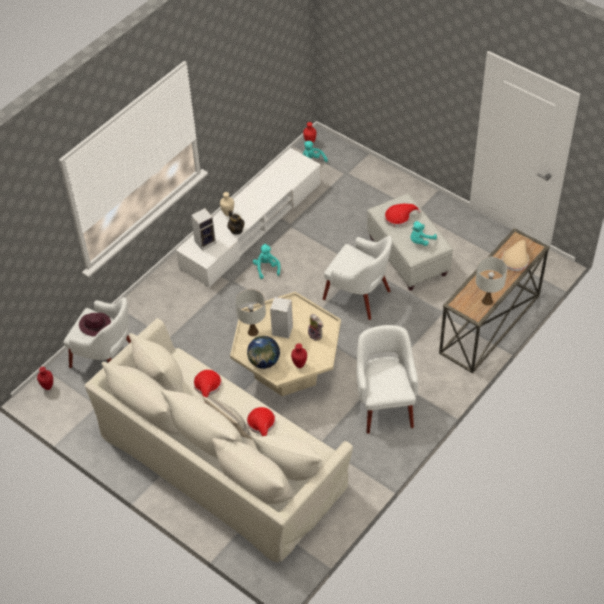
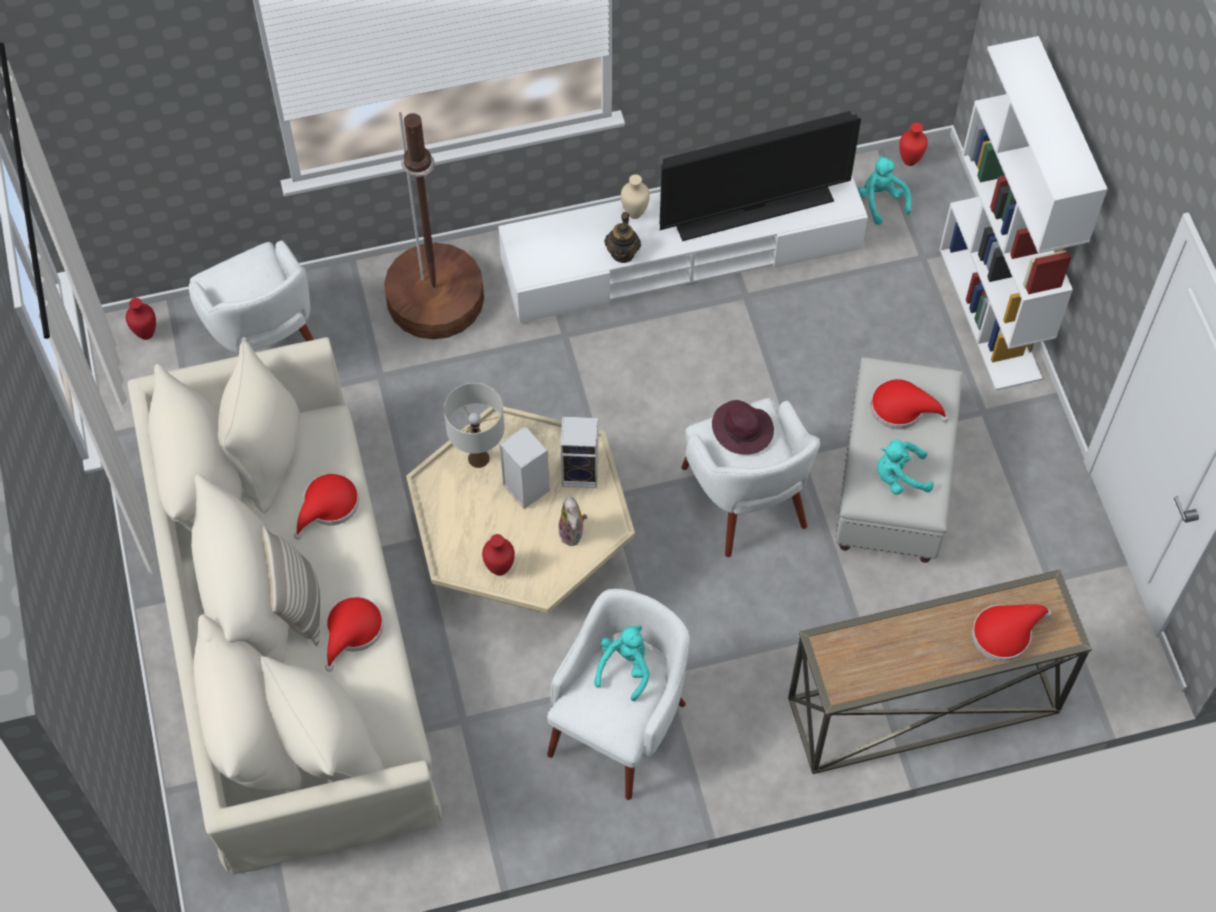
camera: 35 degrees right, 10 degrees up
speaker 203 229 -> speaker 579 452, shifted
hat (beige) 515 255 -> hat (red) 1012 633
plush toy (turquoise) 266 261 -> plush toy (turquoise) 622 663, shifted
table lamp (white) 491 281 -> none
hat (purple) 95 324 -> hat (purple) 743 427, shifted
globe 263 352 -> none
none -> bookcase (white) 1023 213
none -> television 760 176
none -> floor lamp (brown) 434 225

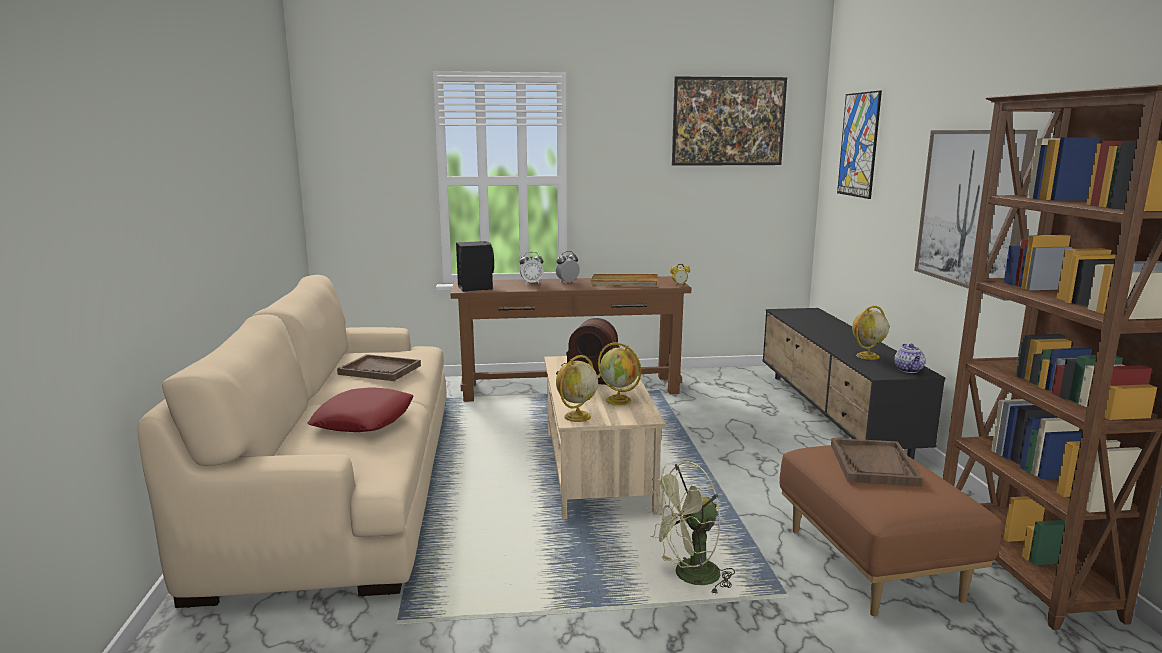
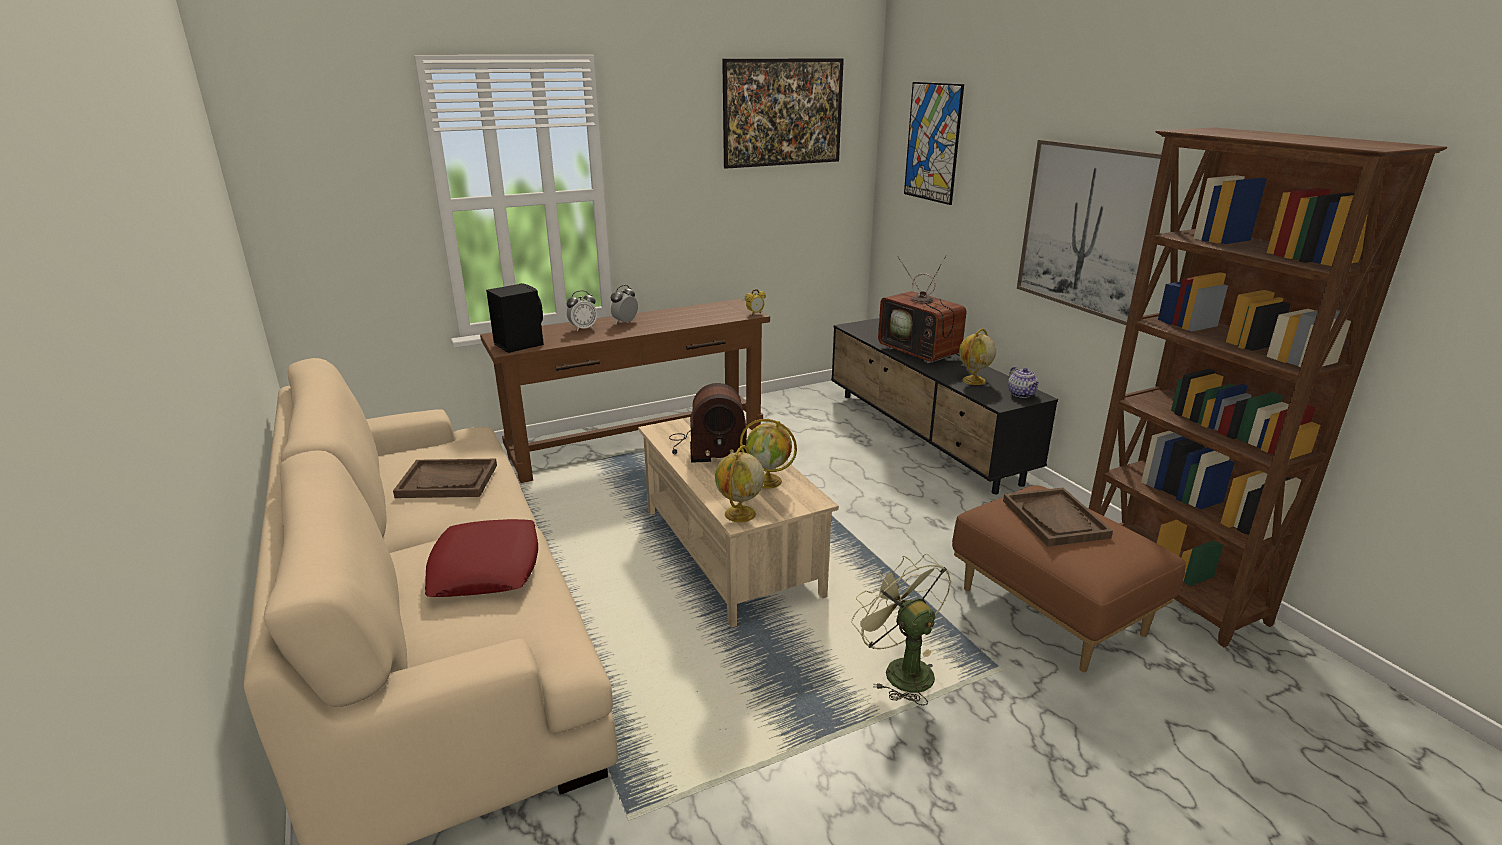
camera: 20 degrees left, 10 degrees up
tray (beige) 624 279 -> none
fan (green) 690 528 -> fan (green) 901 630, 105 degrees clockwise
none -> television 922 310

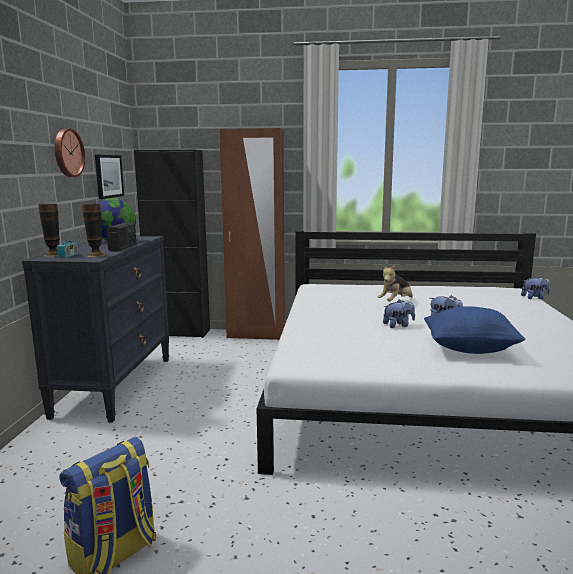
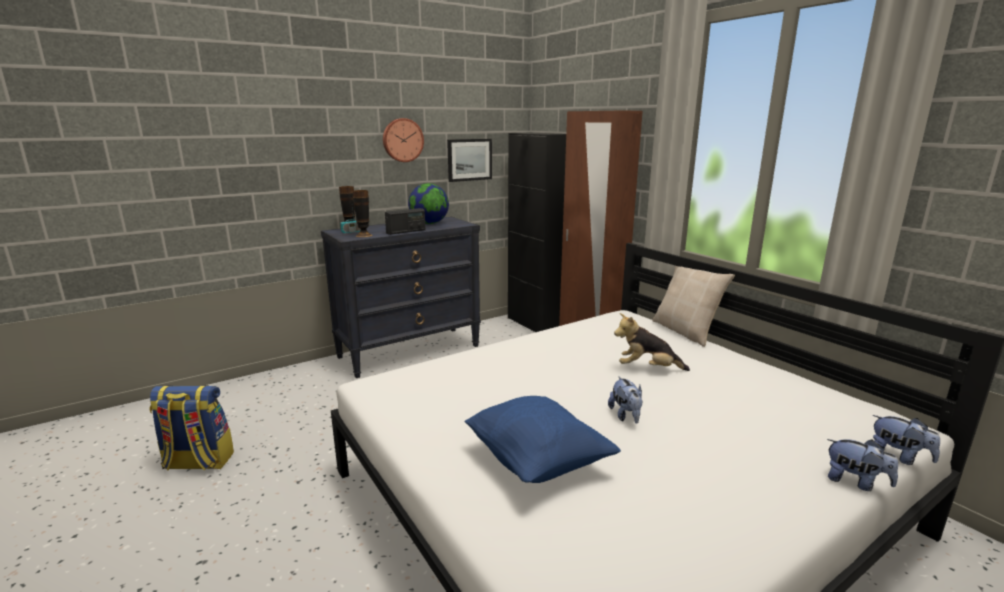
camera: 50 degrees right, 5 degrees up
plush toy 399 313 -> plush toy 862 465, shifted
none -> pillow (beige) 693 306

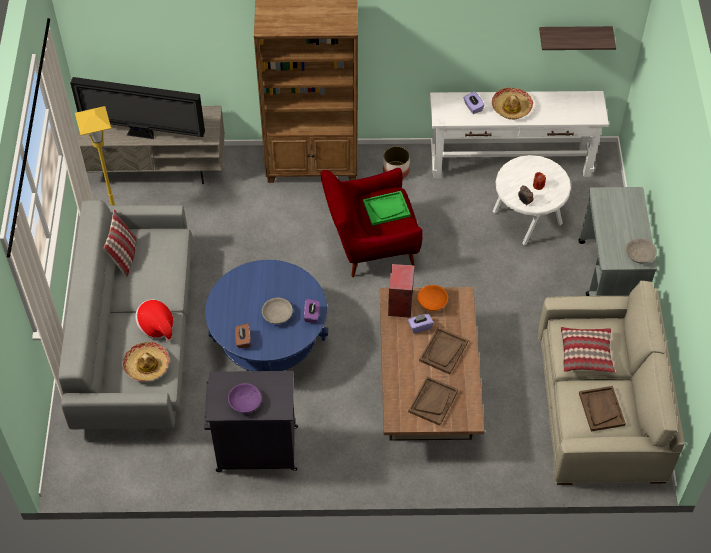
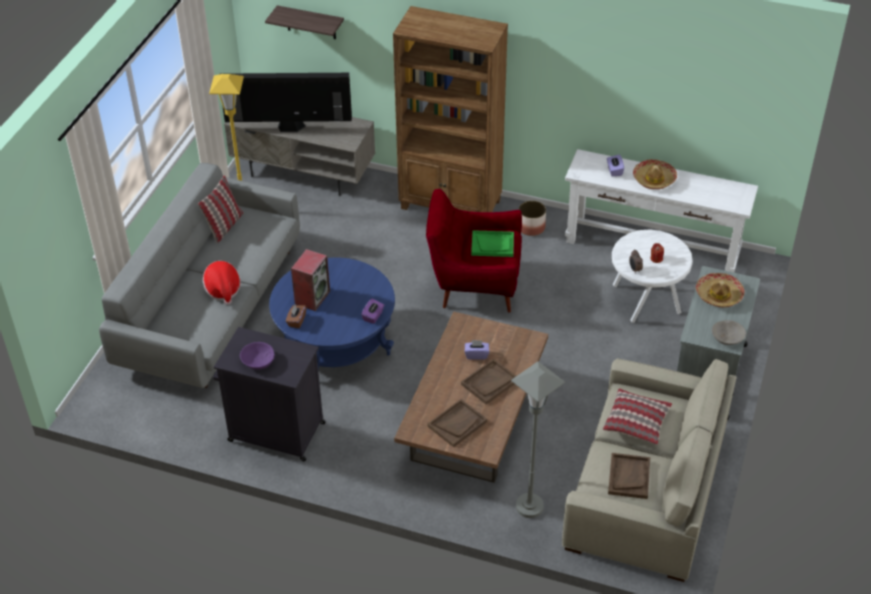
camera: 20 degrees right, 10 degrees down
shelf 577 38 -> shelf 304 22, shifted
television 137 108 -> television 287 102, 150 degrees clockwise
speaker 401 291 -> speaker 310 280, shifted
bowl (orange) 433 298 -> none
bowl (grey) 277 311 -> none
hat 146 361 -> hat 720 290, shifted
none -> floor lamp (grey) 538 439

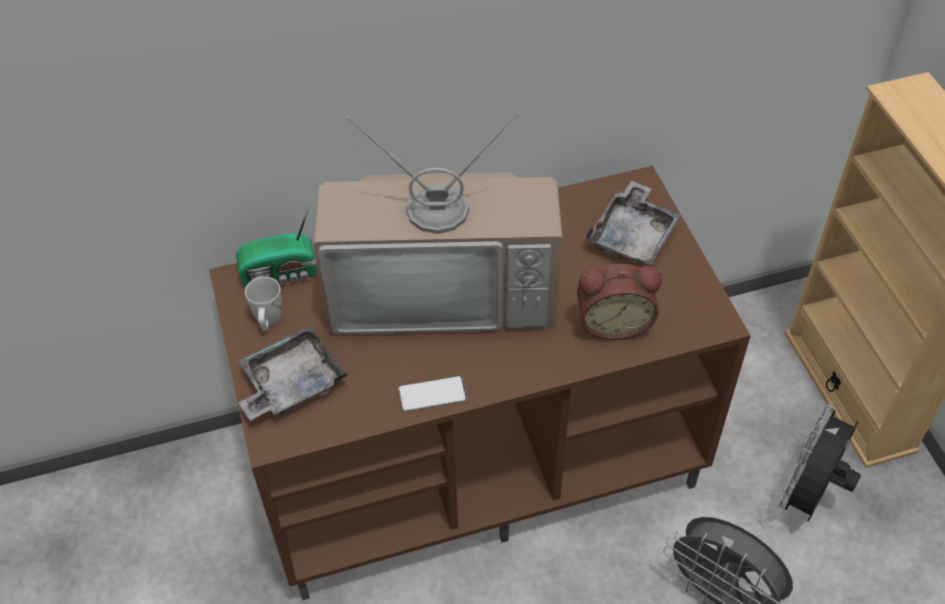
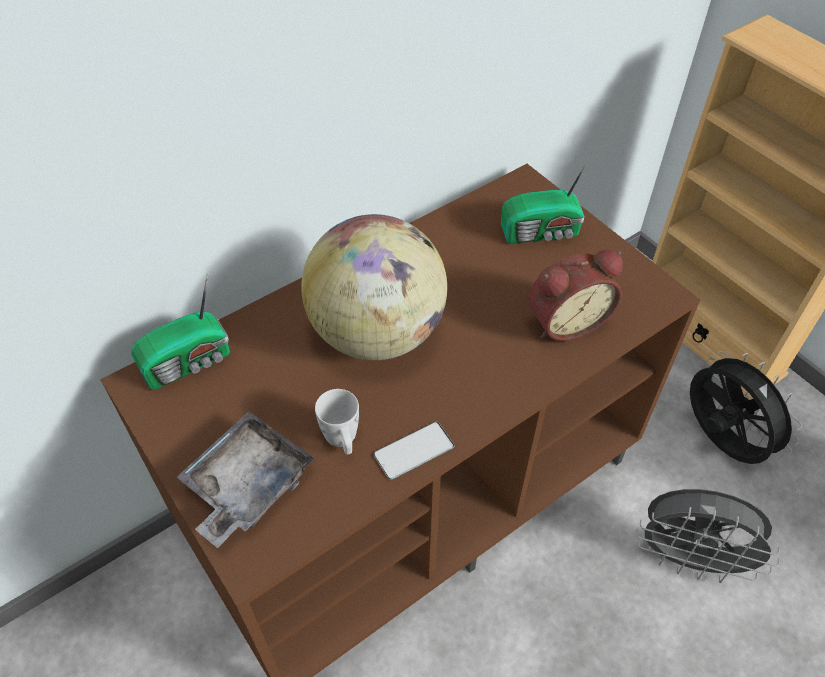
camera: 20 degrees left, 0 degrees up
television 438 223 -> globe 374 287
tray (grey) 634 223 -> radio 545 201
mug (white) 263 303 -> mug (white) 337 422, shifted
fan (black) 818 462 -> fan (black) 746 407, 135 degrees clockwise

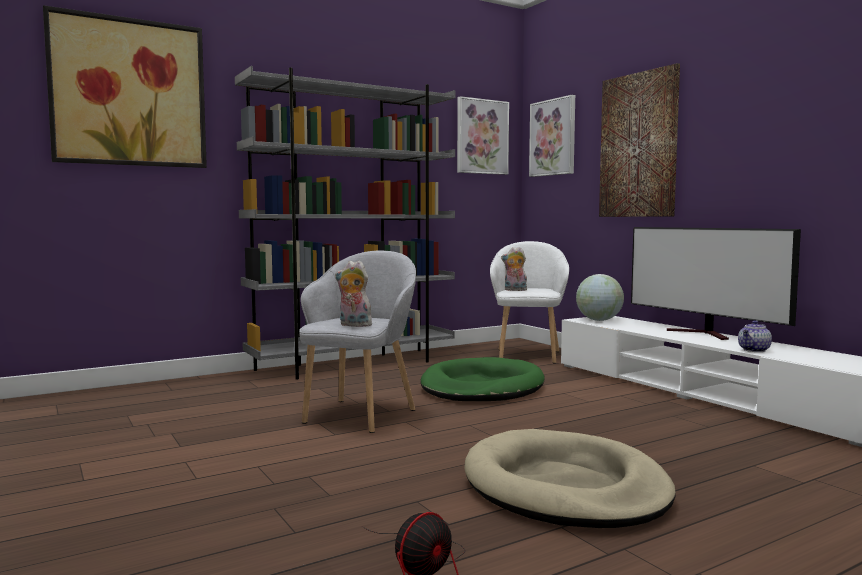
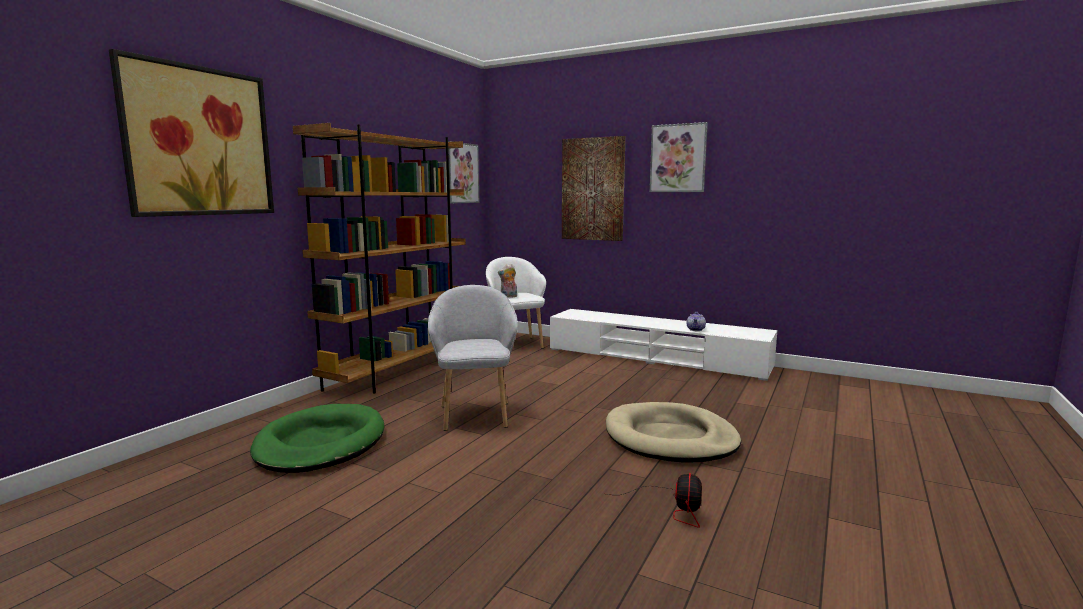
camera: 30 degrees left, 5 degrees up
bookcase (grey) 345 223 -> bookcase (brown) 379 258
picture 552 136 -> picture 679 157, shifted
television 716 283 -> none
plush toy 353 294 -> none
globe 600 297 -> none
dog bed (green) 482 379 -> dog bed (green) 317 438, shifted

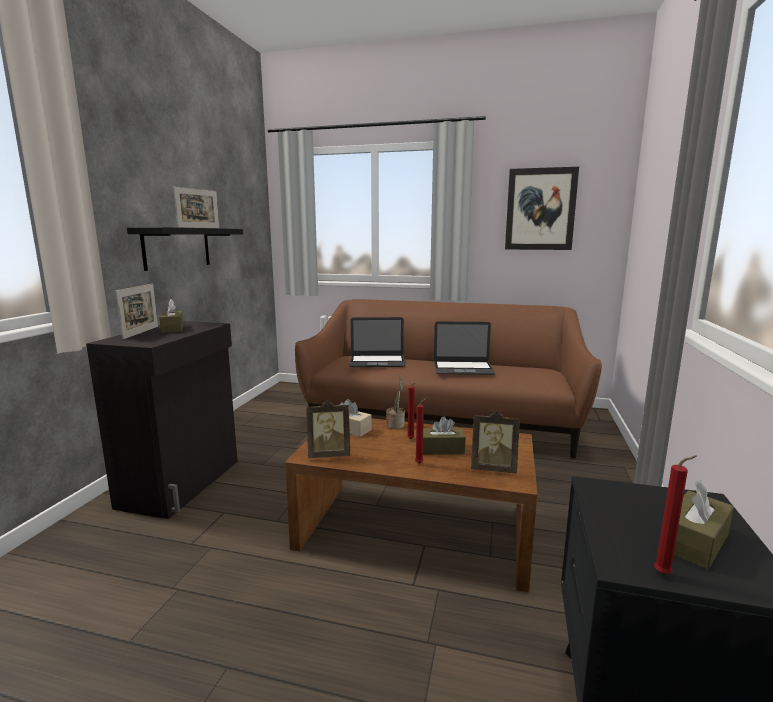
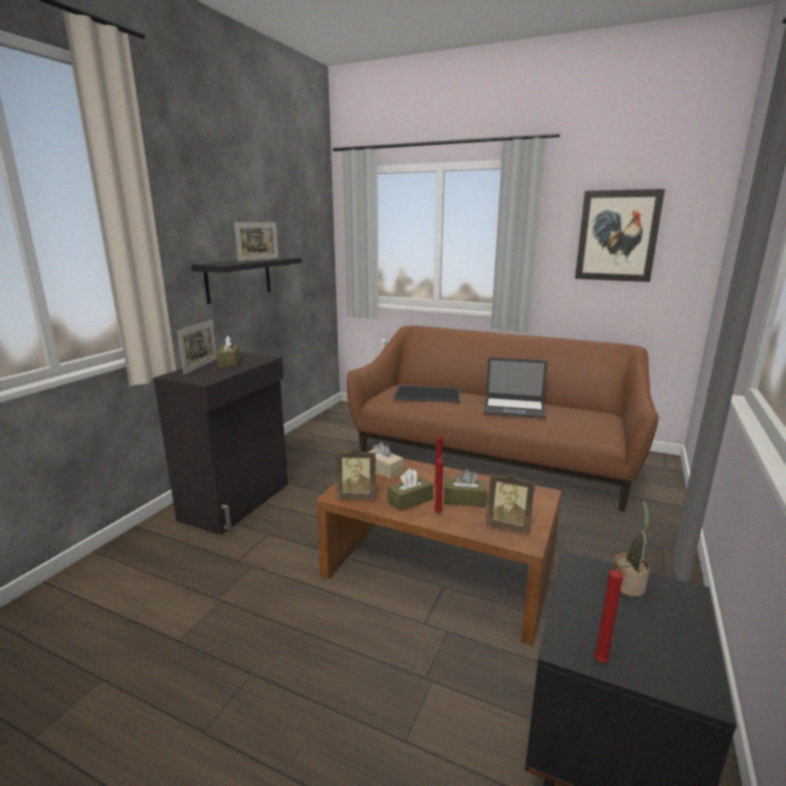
camera: 10 degrees right, 5 degrees up
laptop 377 342 -> tray 427 394
potted plant 395 401 -> potted plant 632 549, shifted
tissue box (brown) 704 525 -> tissue box (brown) 410 490, shifted

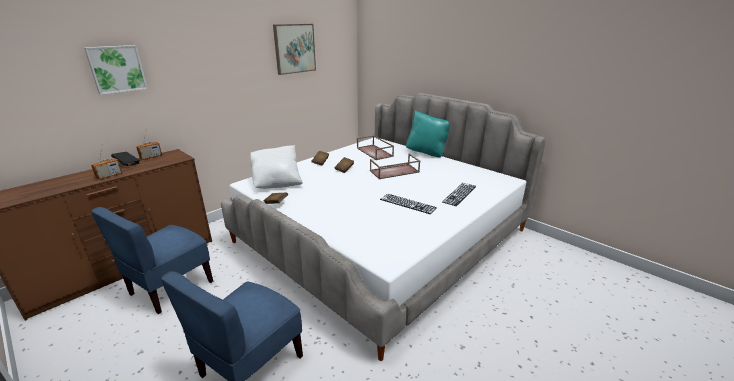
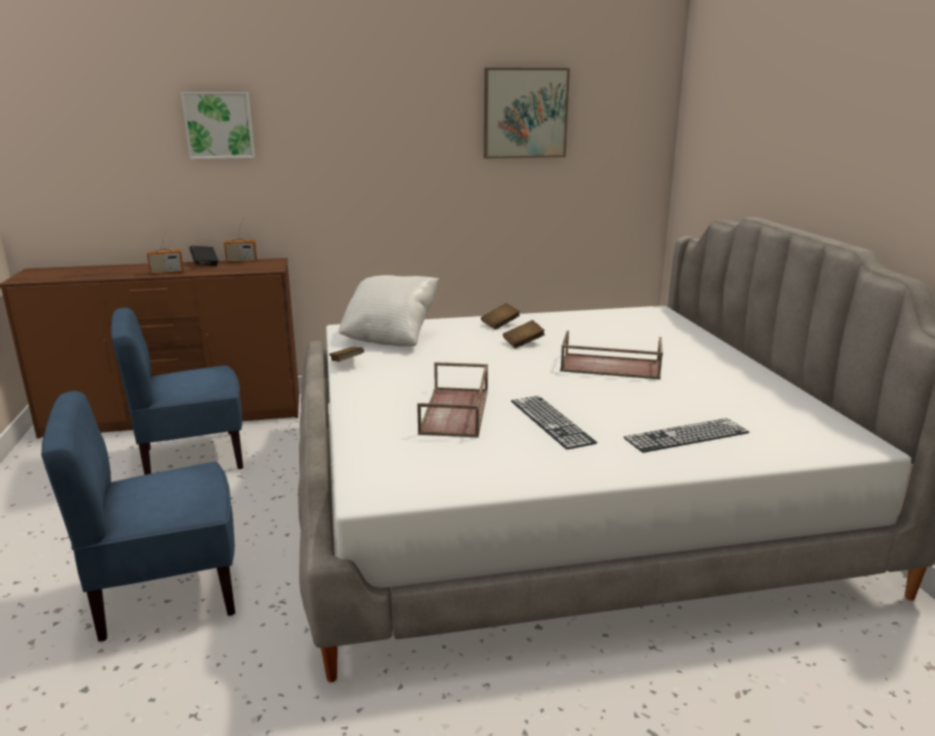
camera: 35 degrees right, 5 degrees down
pillow (turquoise) 427 134 -> none
tray (brown) 375 147 -> tray (brown) 452 400, shifted

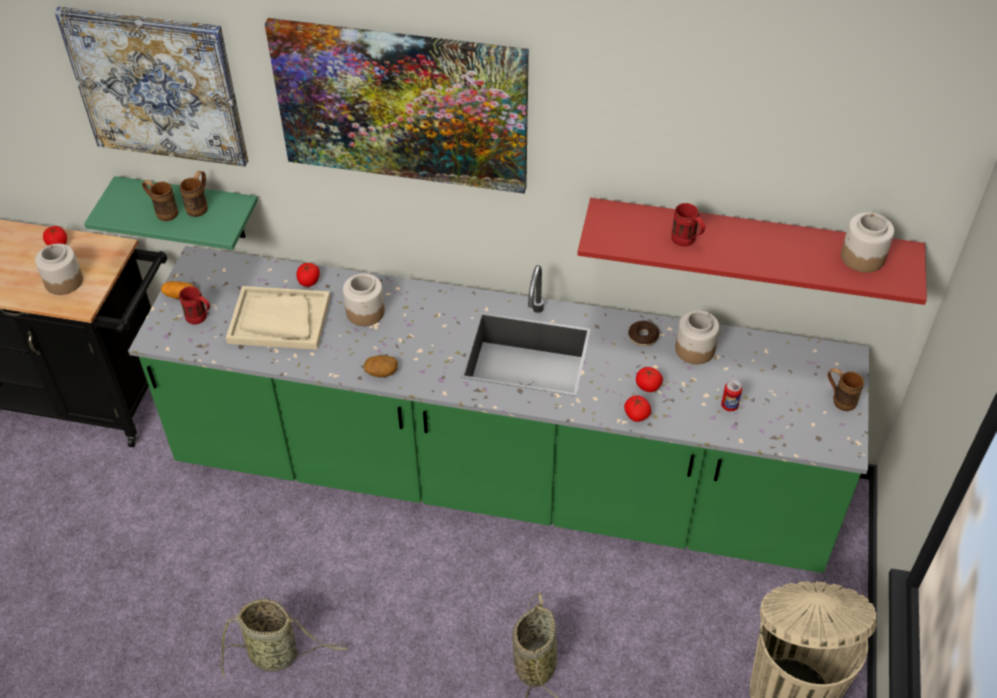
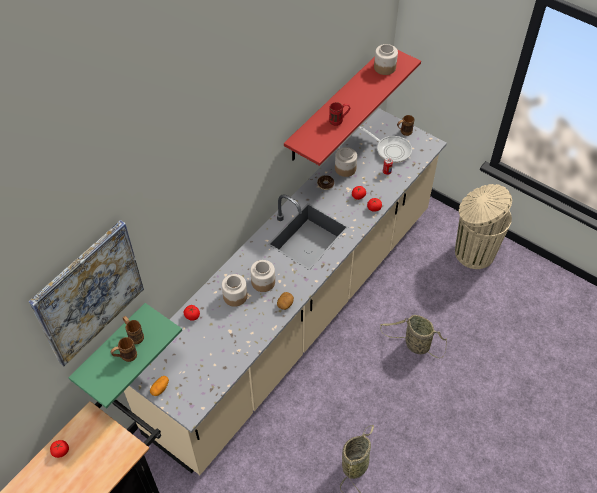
camera: 65 degrees left, 5 degrees up
picture 397 106 -> none
jar 59 269 -> jar 262 276, shifted
counter (green) 498 409 -> counter (beige) 285 291
mug (red) 194 305 -> none
tray (beige) 278 318 -> none
none -> frying pan 385 144

